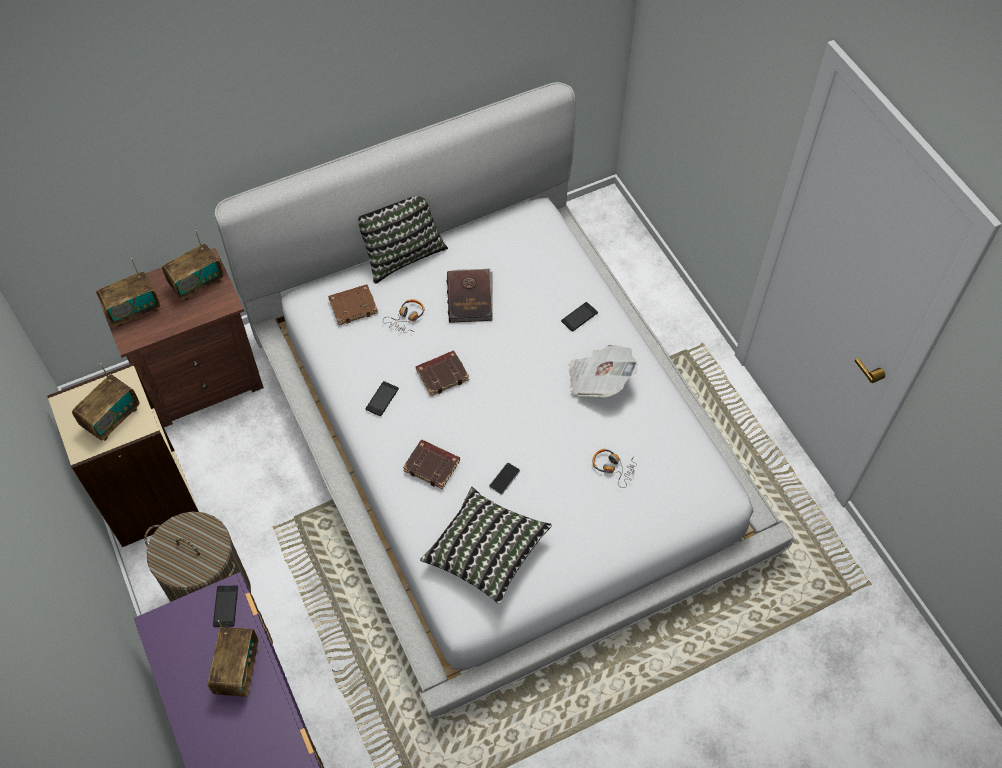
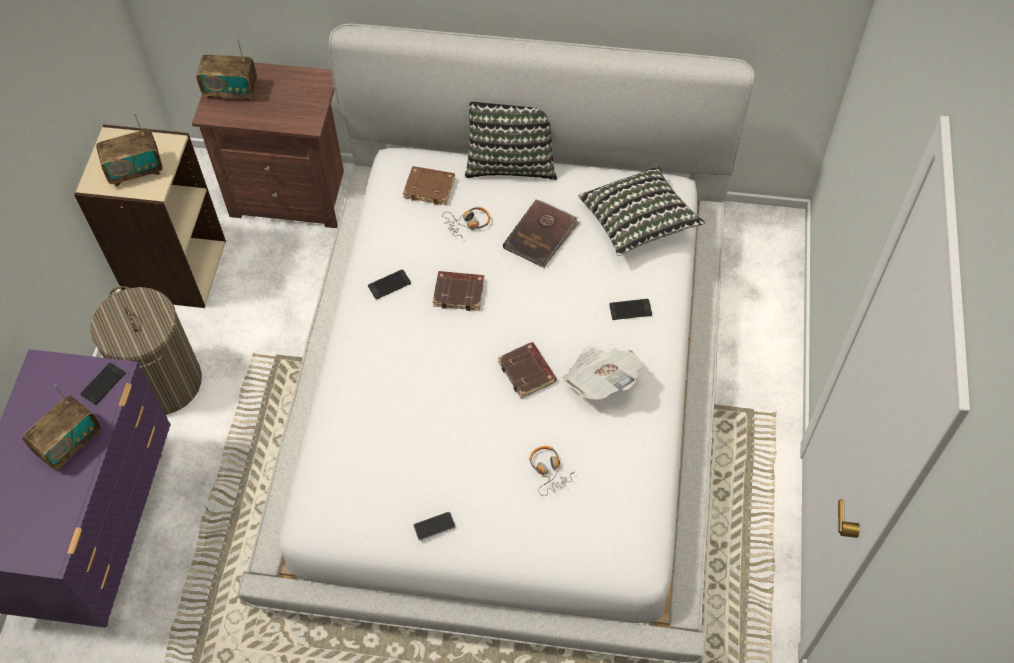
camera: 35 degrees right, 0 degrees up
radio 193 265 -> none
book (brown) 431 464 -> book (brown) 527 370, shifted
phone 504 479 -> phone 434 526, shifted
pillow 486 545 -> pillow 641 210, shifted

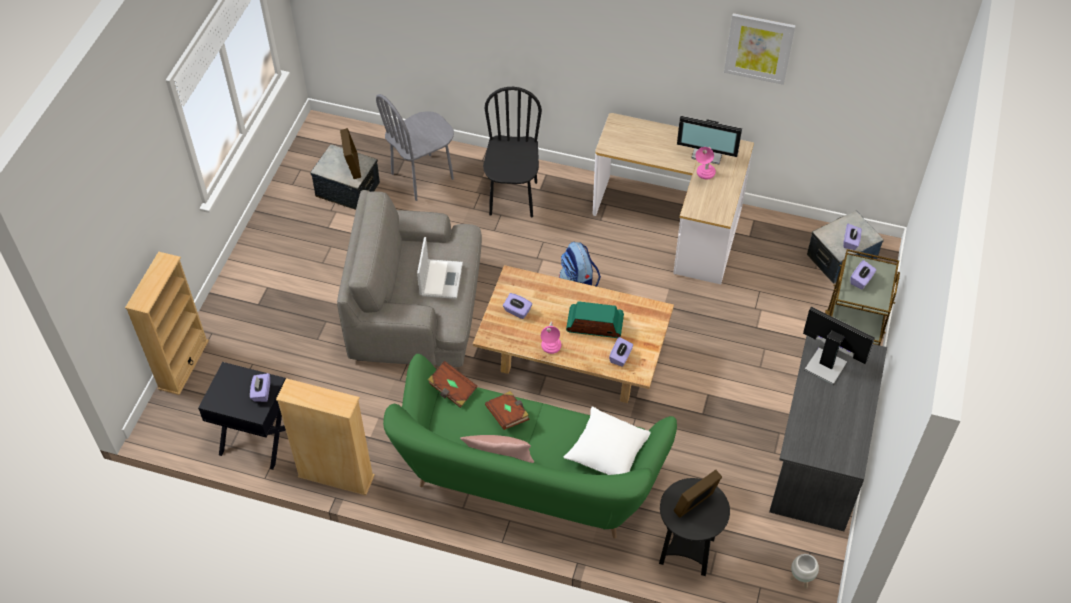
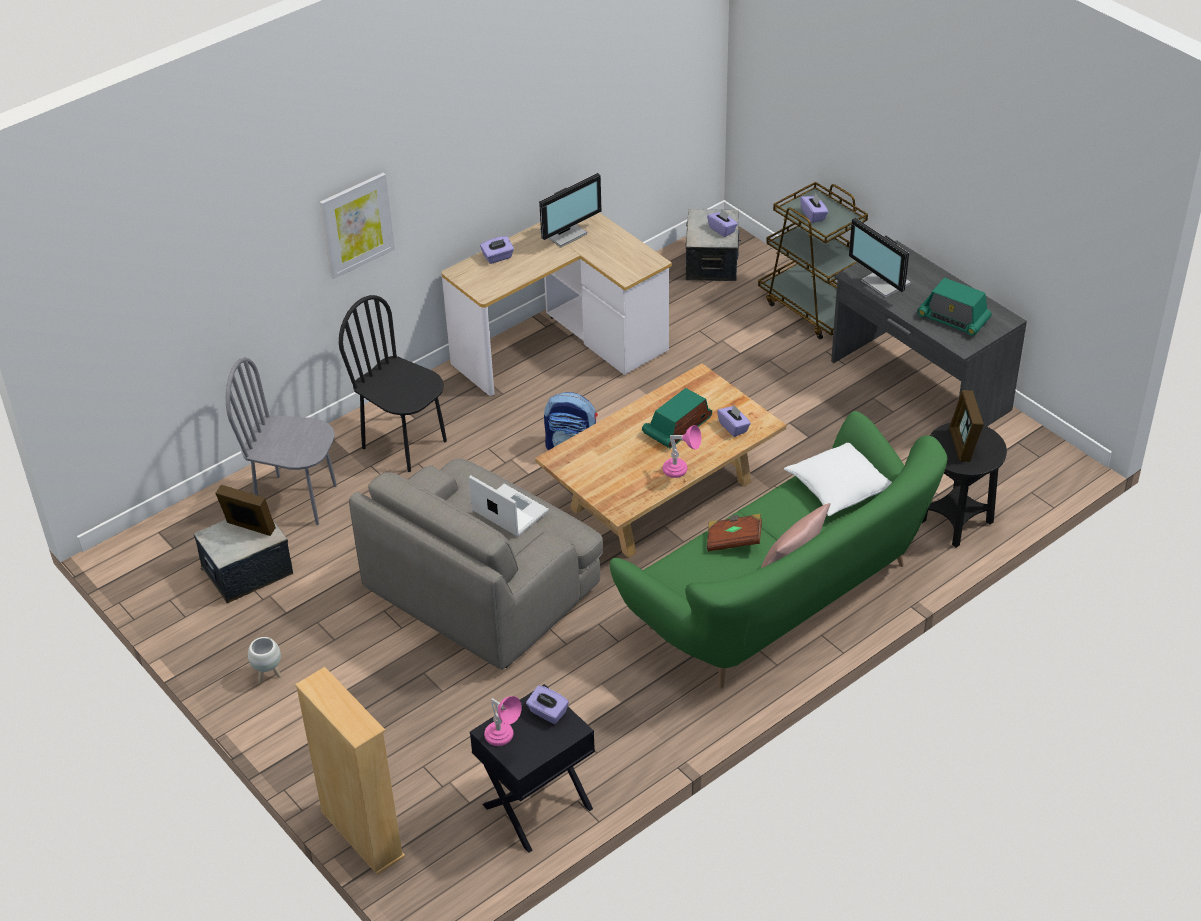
camera: 55 degrees left, 10 degrees down
picture 760 49 -> picture 357 226, shifted
chair (grey) 415 147 -> chair (grey) 281 441, 105 degrees clockwise
table lamp (pink) 705 163 -> table lamp (pink) 503 721, shifted
tissue box (purple) 517 306 -> tissue box (purple) 497 250, shifted
monitor 839 345 -> monitor 880 258, 105 degrees counterclockwise
book (brown) 453 384 -> none
bookcase (beige) 325 437 -> none
planter (white) 804 571 -> planter (white) 264 660, shifted
none -> radio 954 307

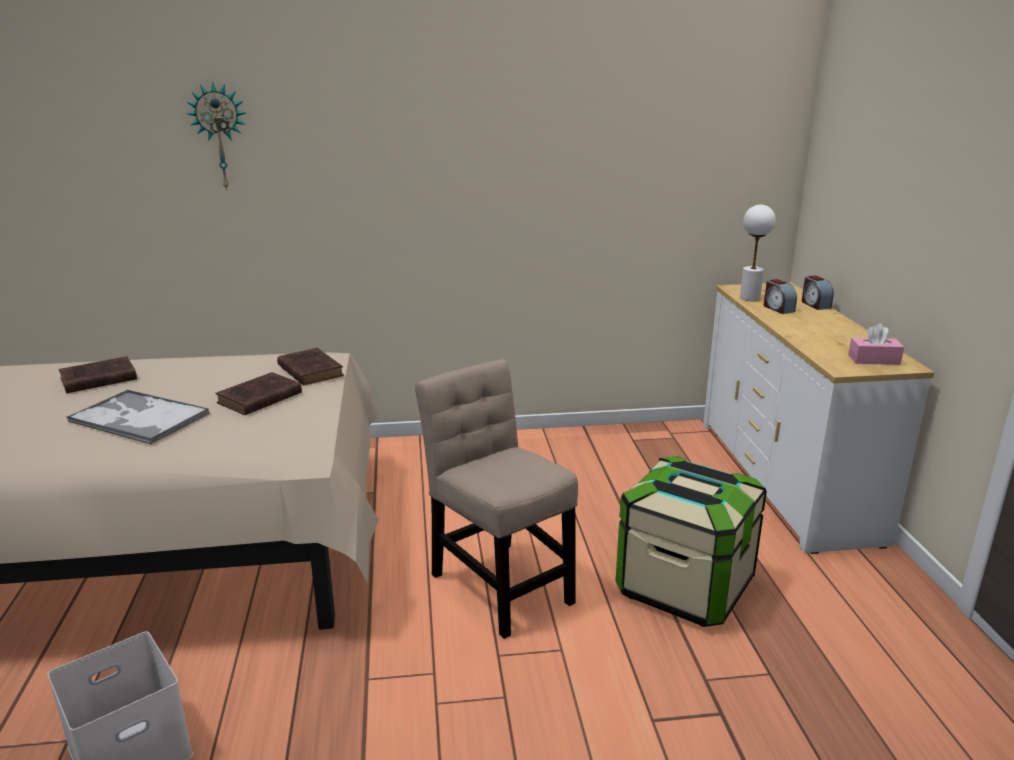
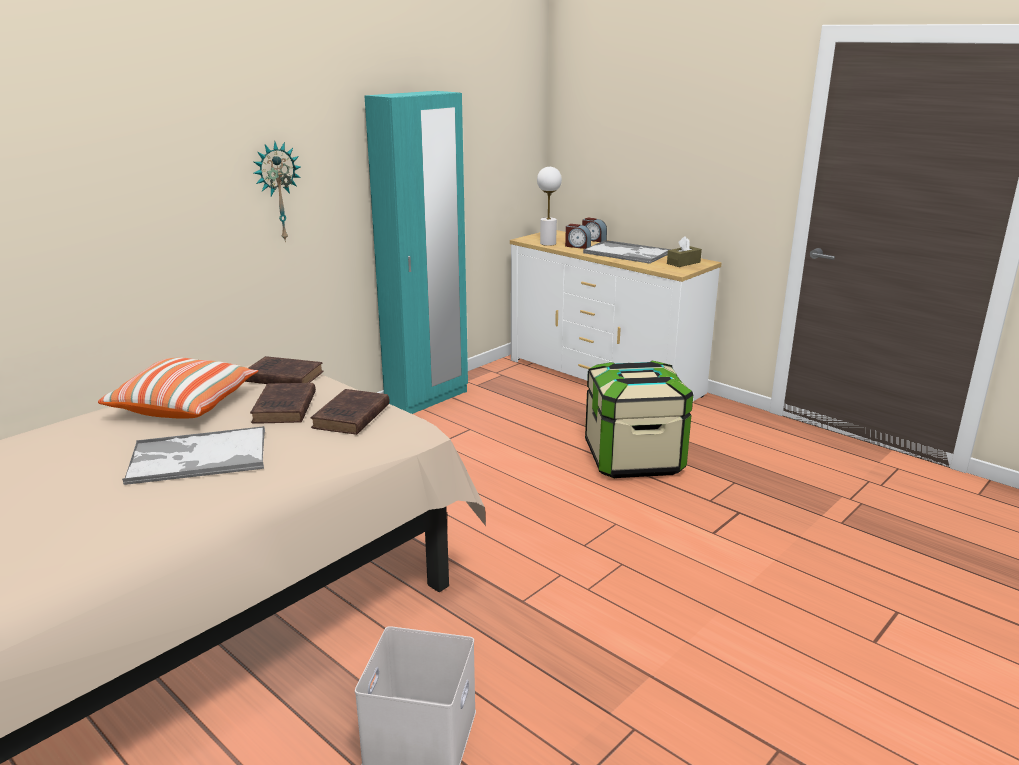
camera: 40 degrees left, 0 degrees up
wall clock 216 136 -> wall clock 277 192, shifted
tissue box (pink) 876 344 -> tissue box (brown) 684 251
book (brown) 98 374 -> book (brown) 350 412, shifted
chair (beige) 496 499 -> none
none -> wardrobe (turquoise) 416 252
none -> tray 627 252
none -> pillow 178 388

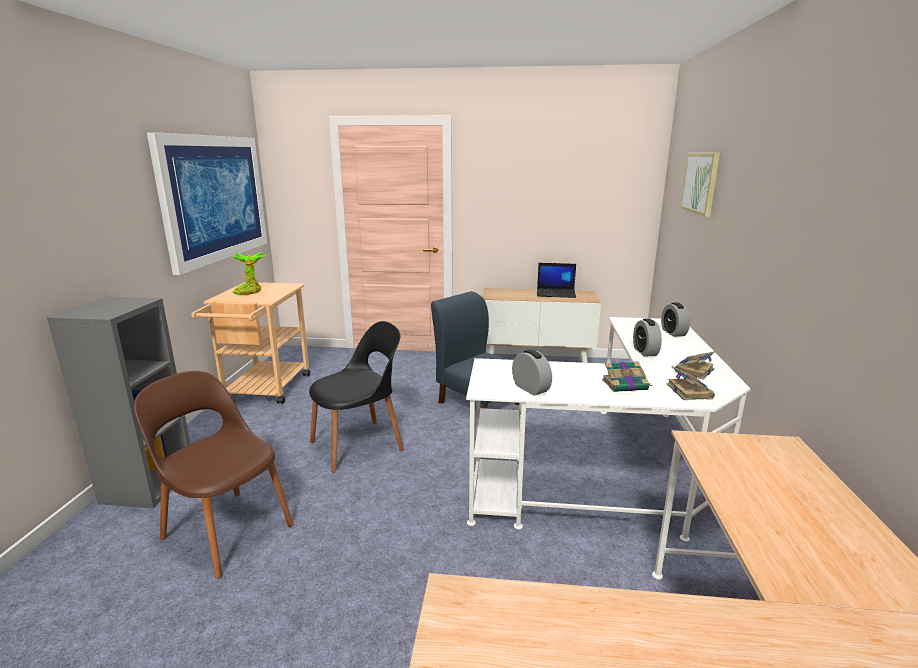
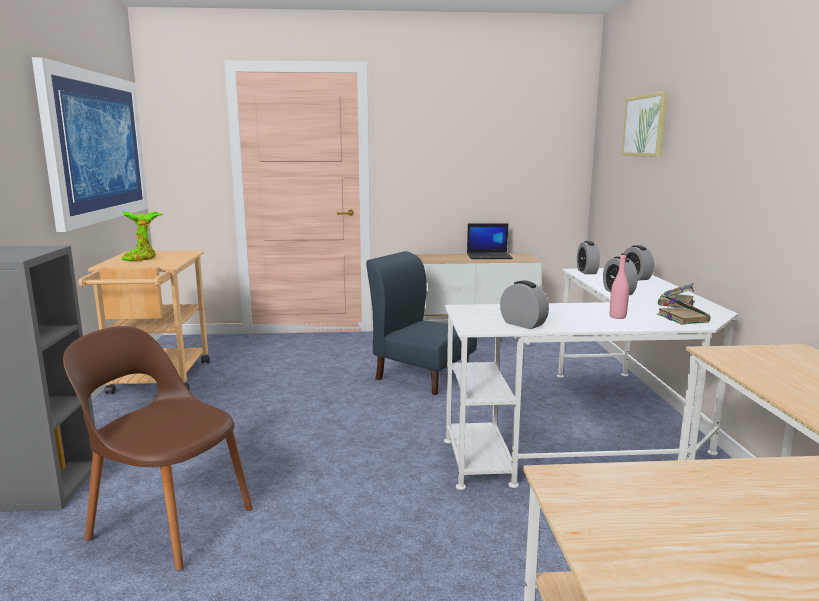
camera: 10 degrees left, 5 degrees down
chair (black) 356 397 -> none
book 627 376 -> bottle (pink) 619 286
none -> alarm clock 588 257

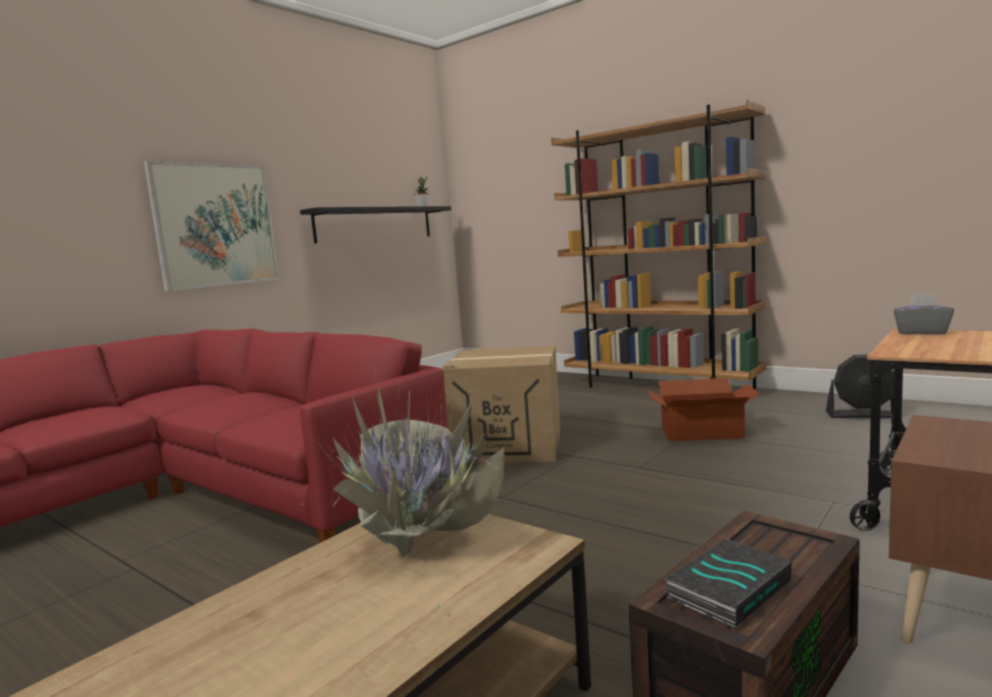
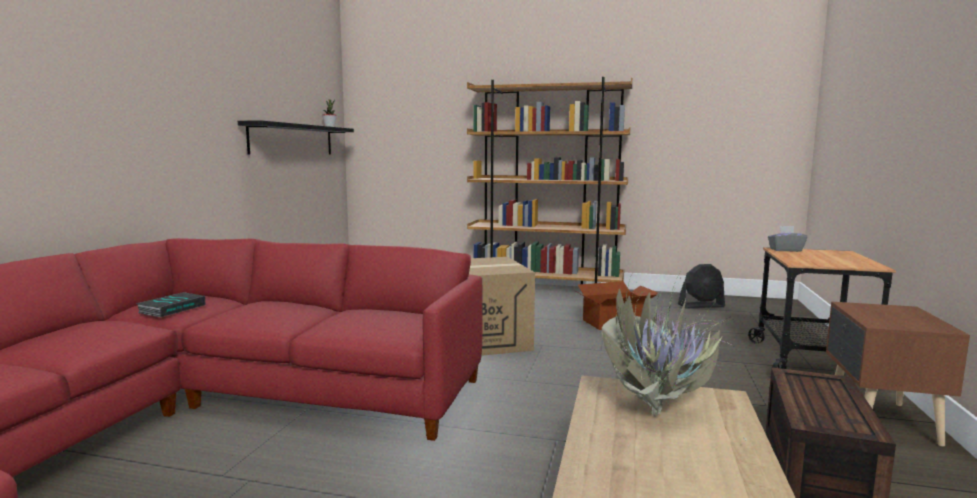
camera: 25 degrees left, 0 degrees up
picture 211 225 -> none
book 728 583 -> book 171 304, shifted

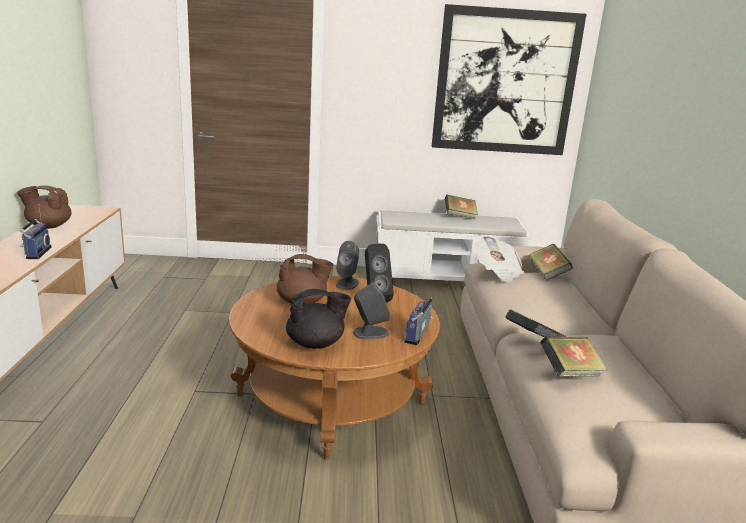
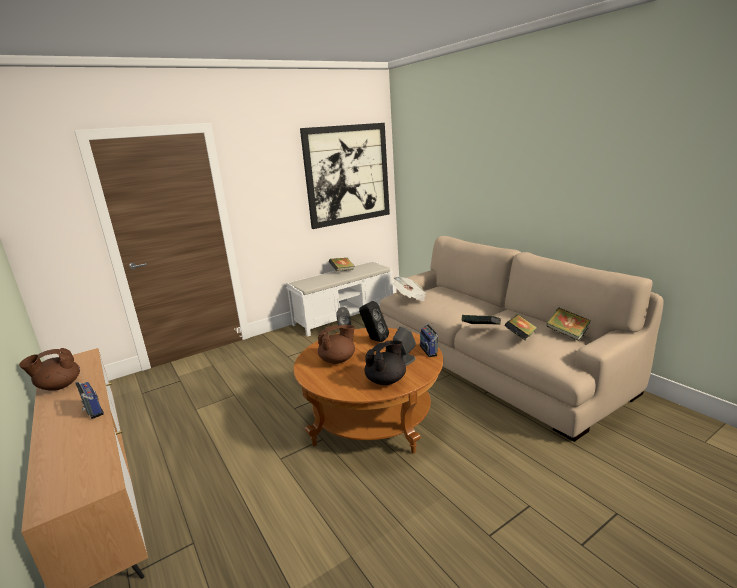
camera: 30 degrees left, 0 degrees up
book 551 262 -> book 569 324, shifted

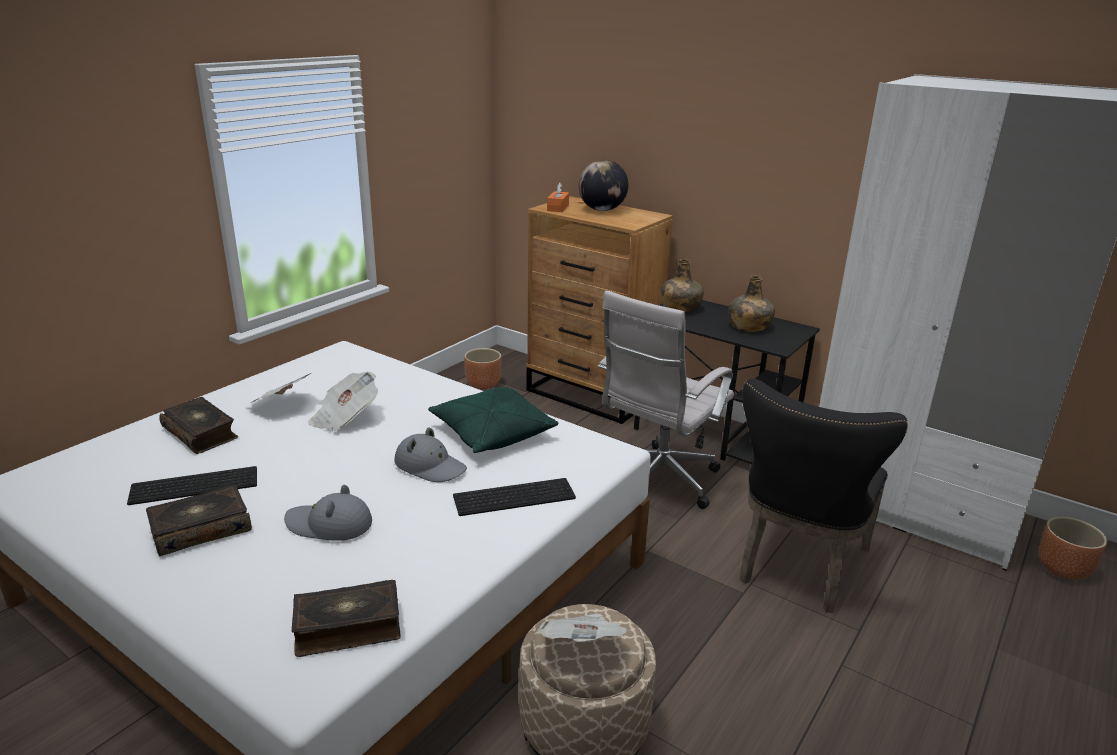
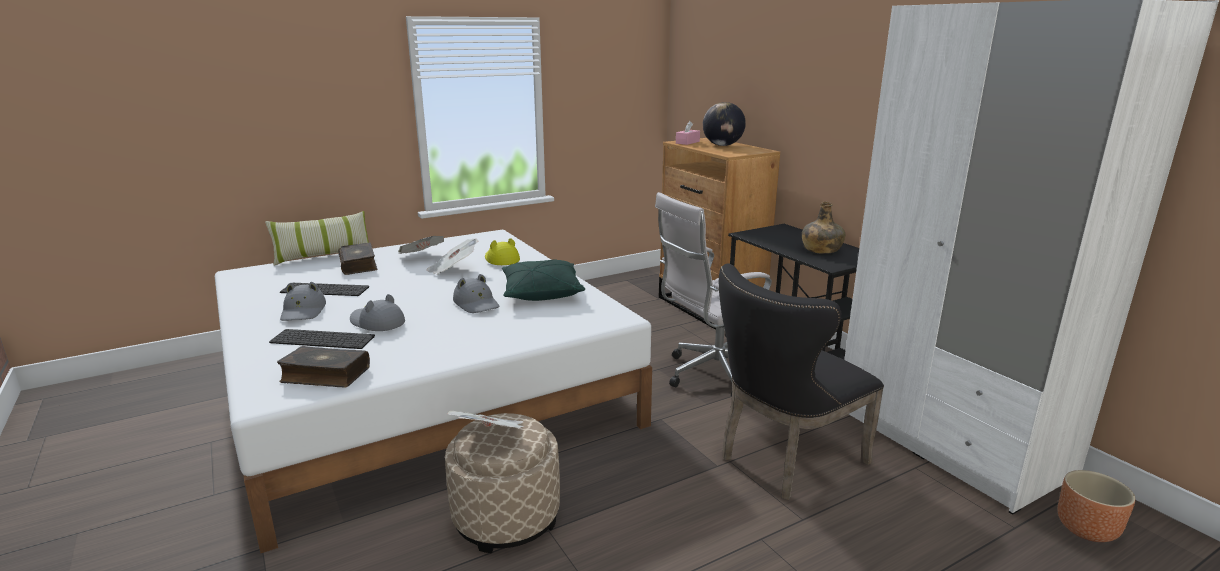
camera: 25 degrees right, 5 degrees down
tissue box (orange) 558 197 -> tissue box (pink) 688 133
bottle (green) 682 285 -> none
planter (brown) 483 368 -> none
keyboard 514 497 -> keyboard 322 339, shifted
book 199 520 -> hat (grey) 303 301
none -> pillow 317 238
none -> hat (yellow) 502 251

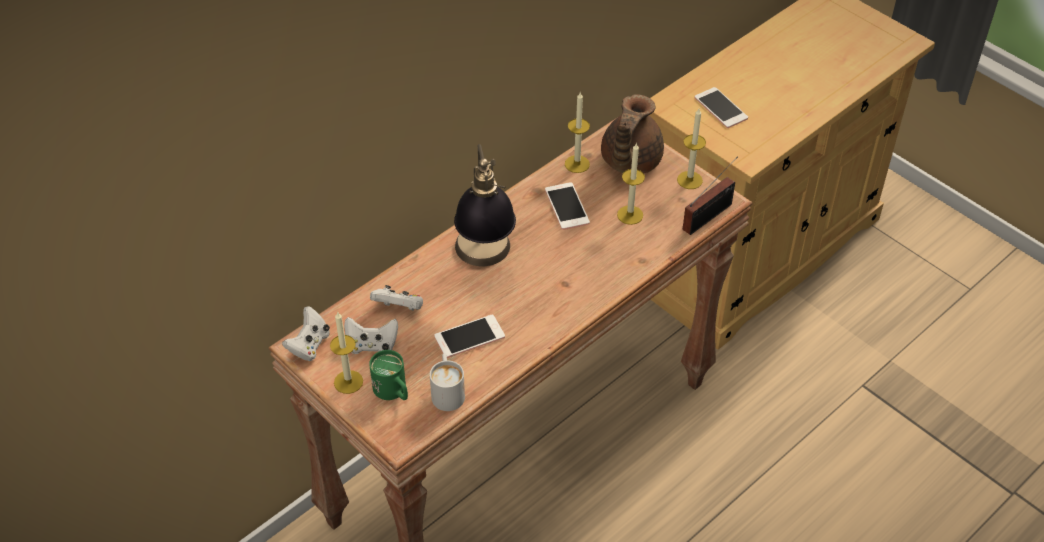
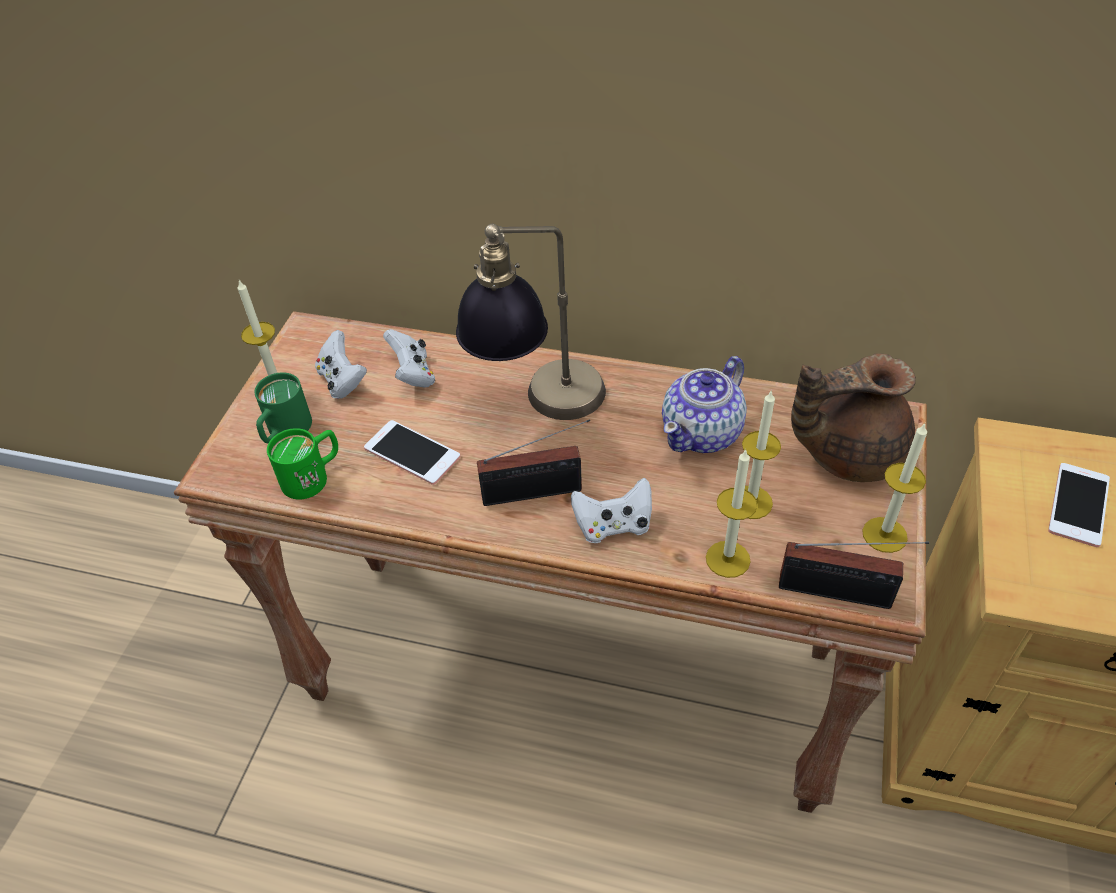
camera: 60 degrees right, 0 degrees up
candle 577 132 -> candle 732 513, shifted
phone 567 206 -> teapot 704 404
game controller (white) 306 333 -> game controller (white) 611 510, shifted
mug (white) 447 382 -> mug (green) 302 464
none -> radio 533 462

